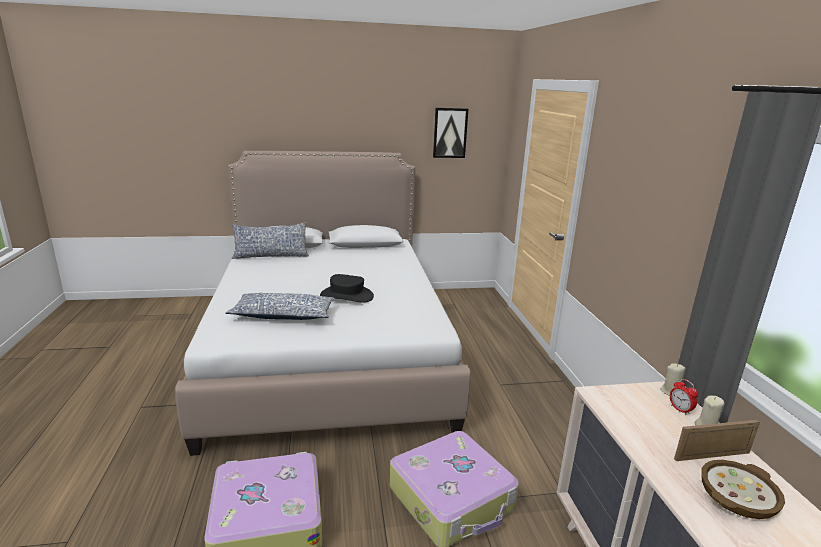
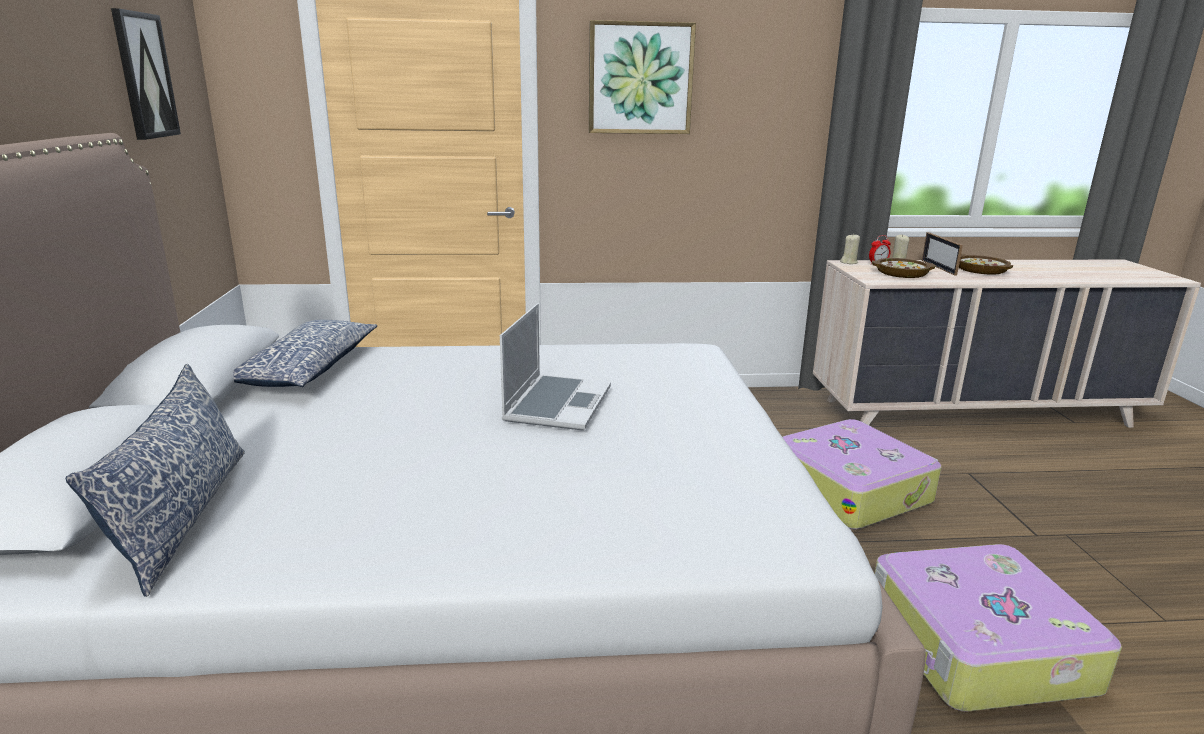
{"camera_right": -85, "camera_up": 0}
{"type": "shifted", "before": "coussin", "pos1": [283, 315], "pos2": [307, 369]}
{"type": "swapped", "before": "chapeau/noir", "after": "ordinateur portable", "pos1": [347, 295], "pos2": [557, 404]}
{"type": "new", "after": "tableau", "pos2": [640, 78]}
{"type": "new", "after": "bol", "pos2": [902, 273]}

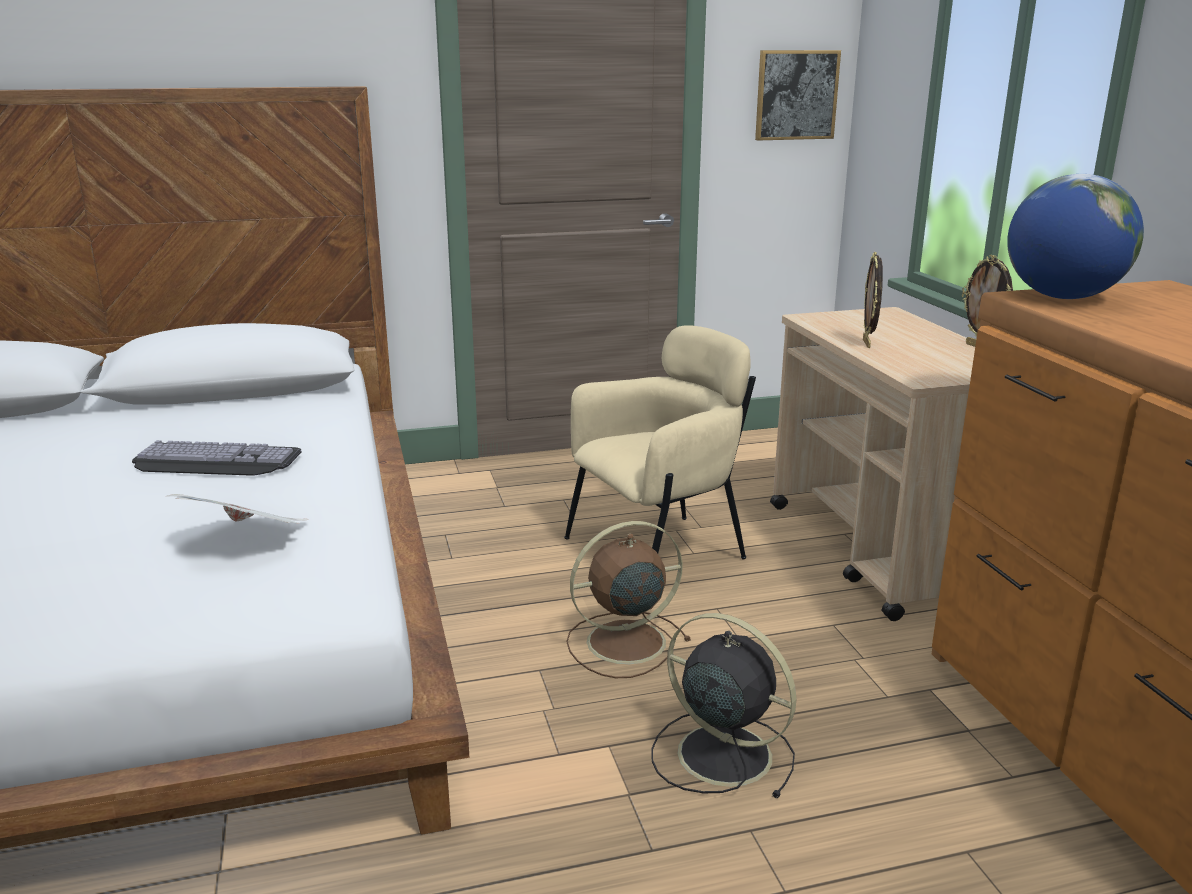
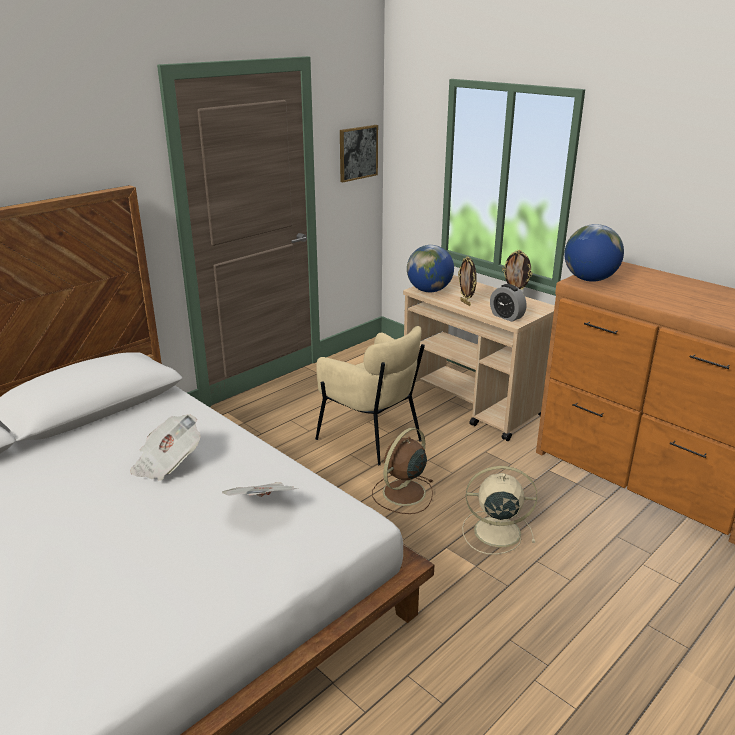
{"camera_right": -30, "camera_up": 5}
{"type": "swapped", "before": "clavier", "after": "journal", "pos1": [212, 461], "pos2": [167, 463]}
{"type": "rotated", "before": "fauteuil/beige", "pos1": [659, 553], "pos2": [372, 437], "turn": 105}
{"type": "repainted", "before": "ventilateur/noir", "after": "ventilateur/beige", "pos1": [720, 753], "pos2": [495, 531]}
{"type": "new", "after": "globe", "pos2": [429, 290]}
{"type": "new", "after": "réveil", "pos2": [506, 316]}

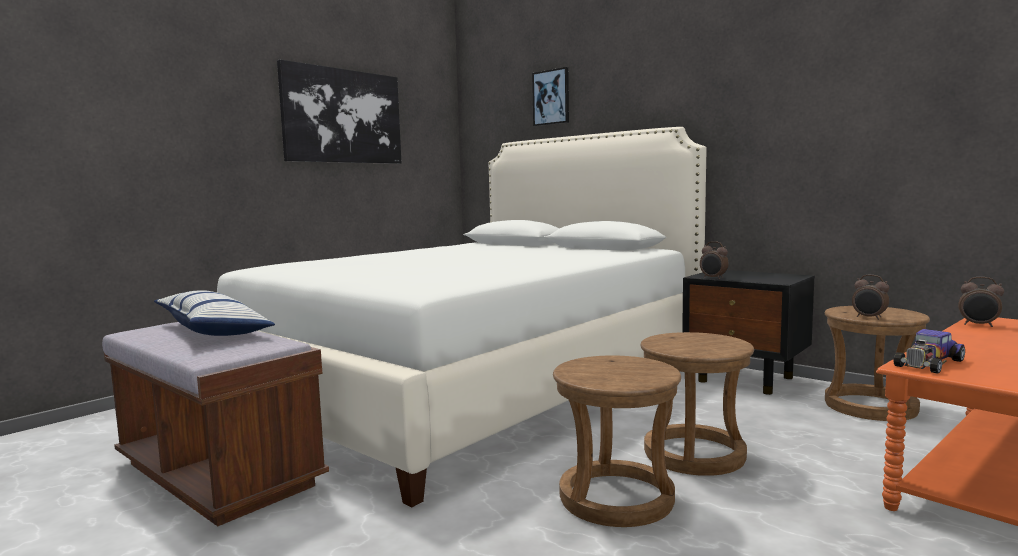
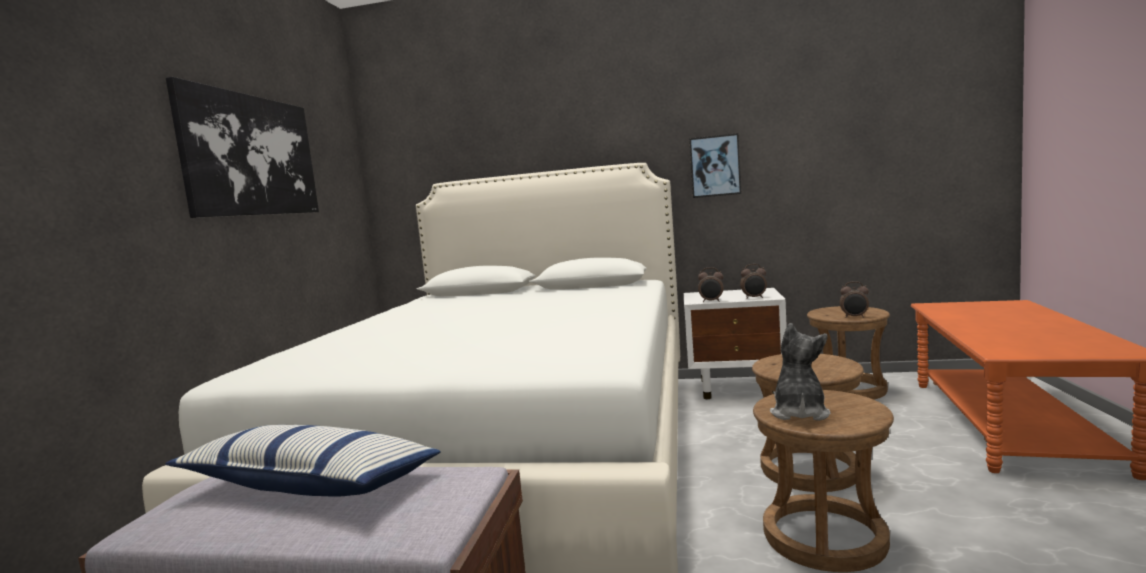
{"camera_right": -30, "camera_up": 0}
{"type": "shifted", "before": "tableau", "pos1": [551, 97], "pos2": [715, 166]}
{"type": "repainted", "before": "table de chevet/noir", "after": "table de chevet/blanc", "pos1": [747, 379], "pos2": [737, 388]}
{"type": "gone", "before": "petite voiture", "pos1": [928, 363]}
{"type": "shifted", "before": "réveil", "pos1": [978, 325], "pos2": [754, 298]}
{"type": "new", "after": "peluche", "pos2": [799, 413]}

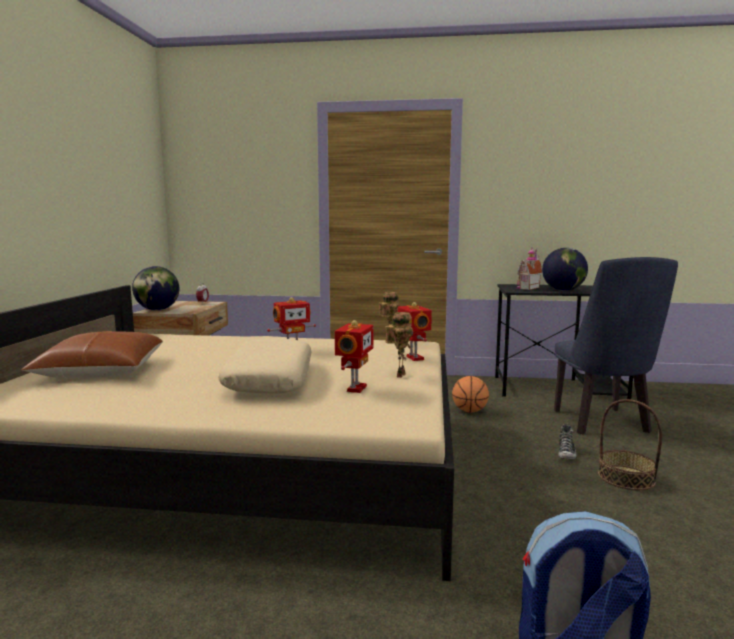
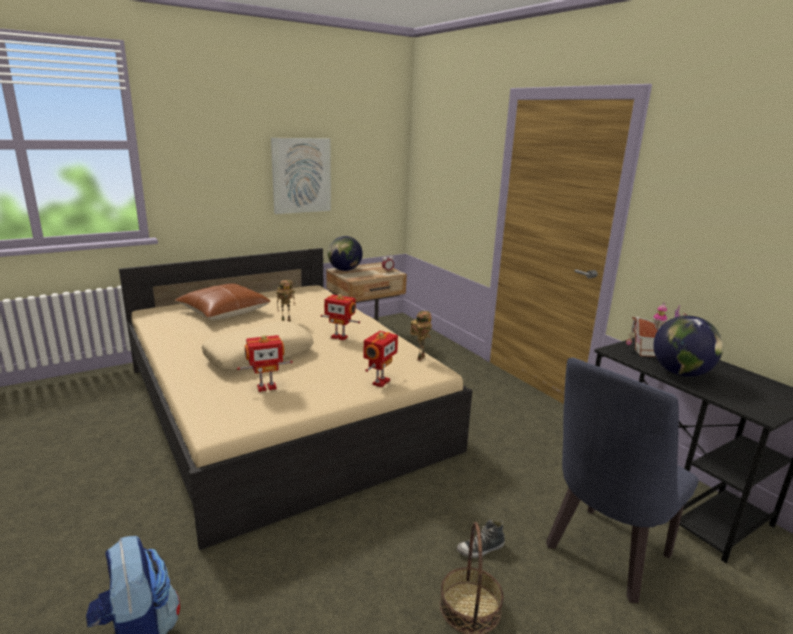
{"camera_right": 50, "camera_up": 10}
{"type": "shifted", "before": "robot jouet", "pos1": [399, 375], "pos2": [286, 321]}
{"type": "gone", "before": "ballon de basket", "pos1": [469, 411]}
{"type": "new", "after": "tableau", "pos2": [301, 175]}

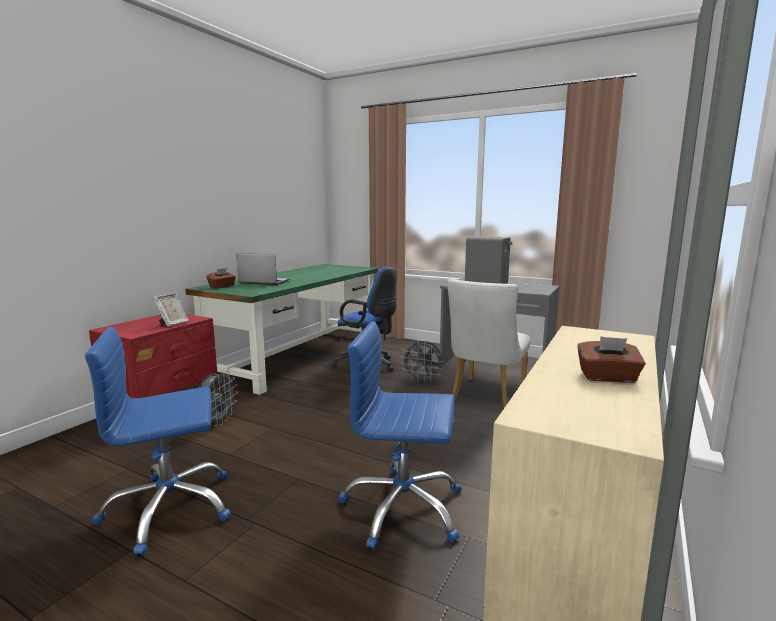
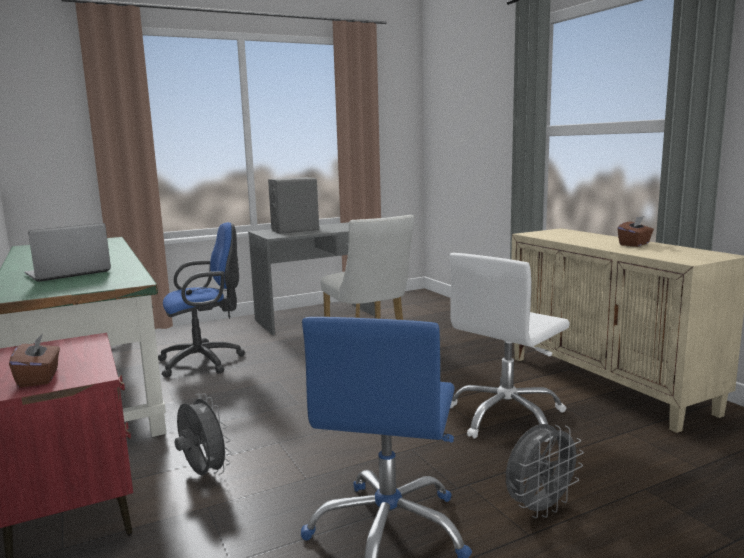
{"camera_right": -55, "camera_up": 0}
{"type": "gone", "before": "cadre photo", "pos1": [172, 324]}
{"type": "shifted", "before": "boîte à mouchoirs/marron", "pos1": [222, 287], "pos2": [39, 378]}
{"type": "repainted", "before": "chaise de bureau/bleu", "after": "chaise de bureau/blanc", "pos1": [402, 508], "pos2": [506, 417]}
{"type": "shifted", "before": "ventilateur/gris", "pos1": [423, 381], "pos2": [540, 508]}

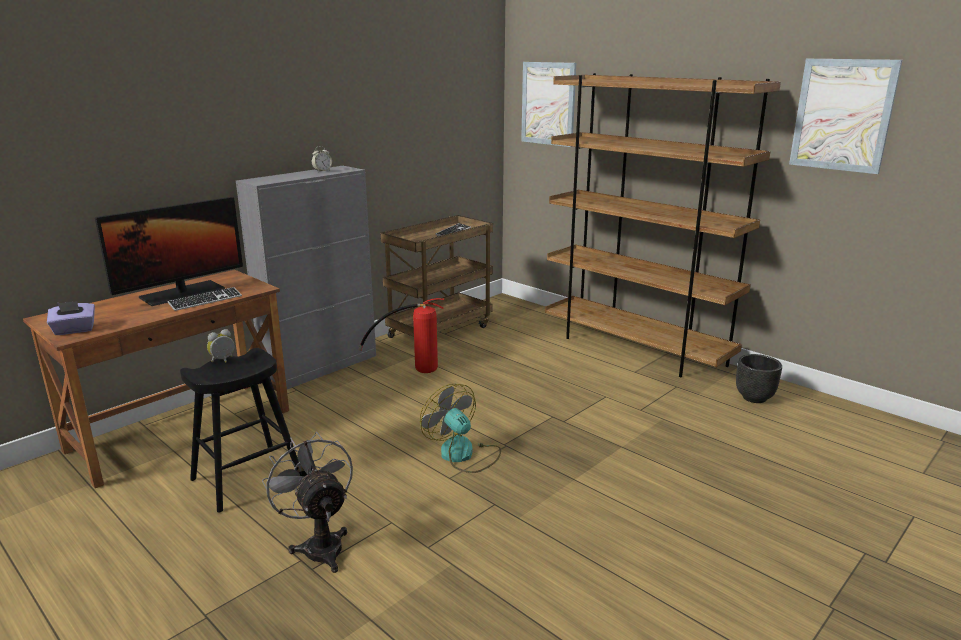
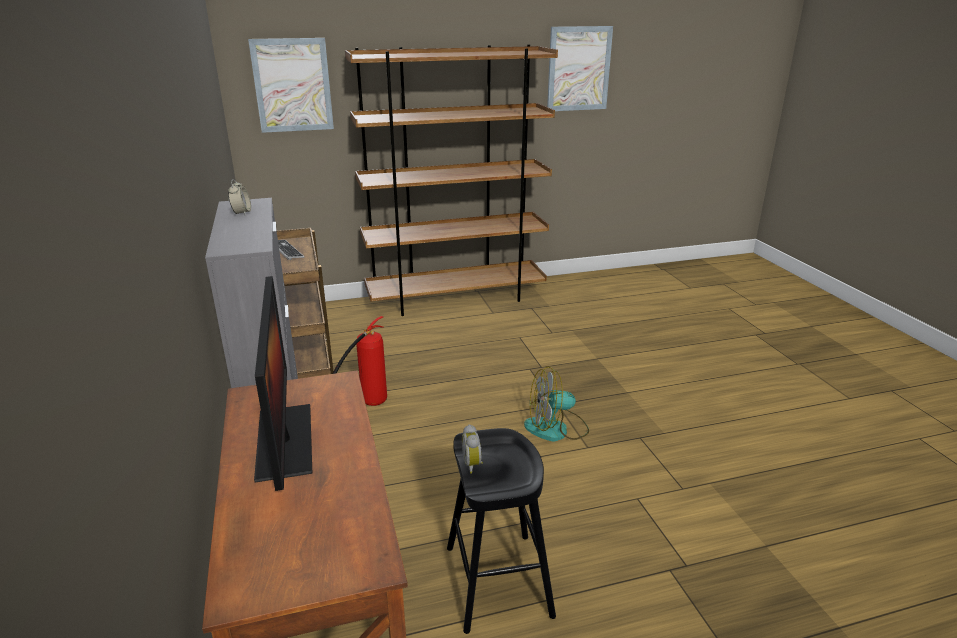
{"camera_right": -60, "camera_up": 5}
{"type": "gone", "before": "boîte à mouchoirs/violet", "pos1": [74, 330]}
{"type": "gone", "before": "clavier", "pos1": [205, 300]}
{"type": "gone", "before": "ventilateur/gris", "pos1": [320, 545]}
{"type": "gone", "before": "cache-pot/noir", "pos1": [753, 397]}

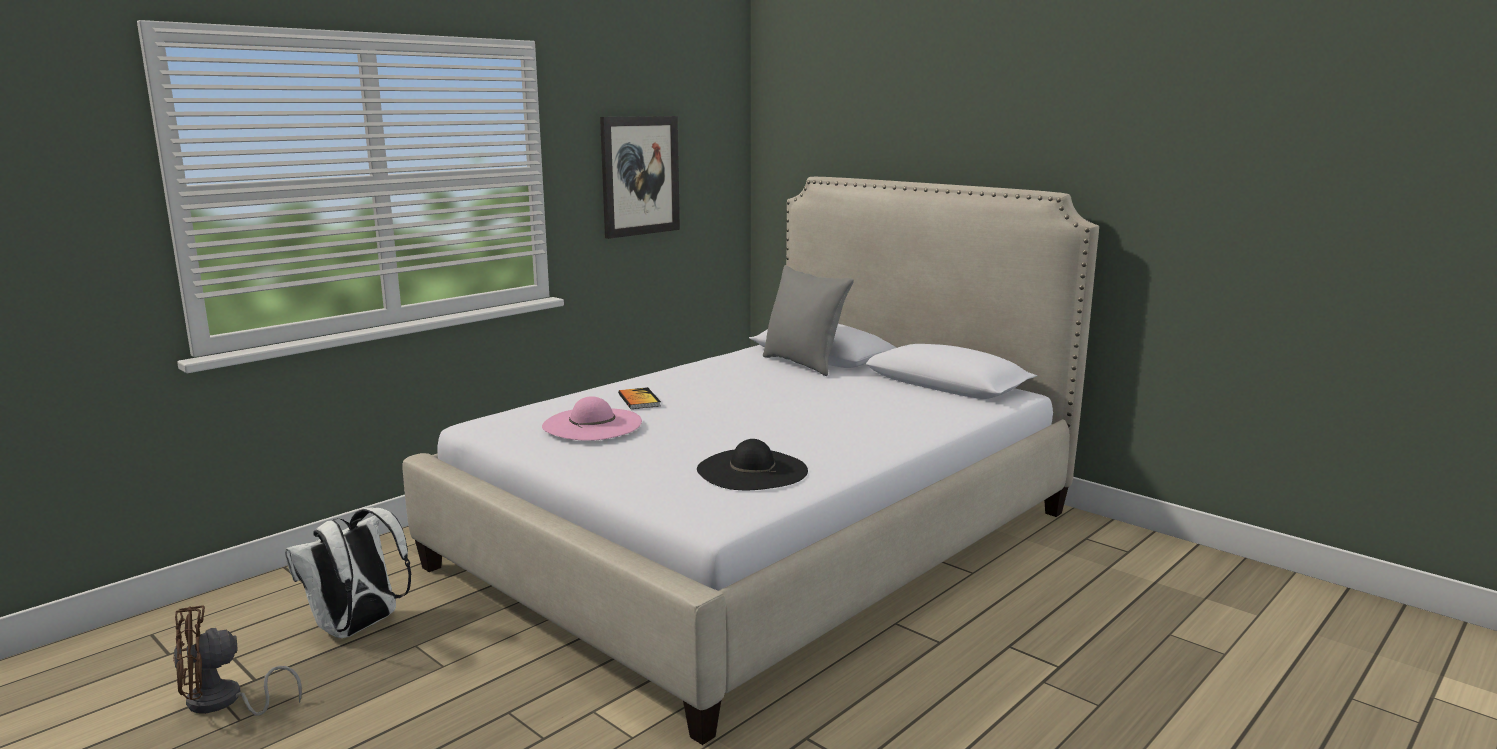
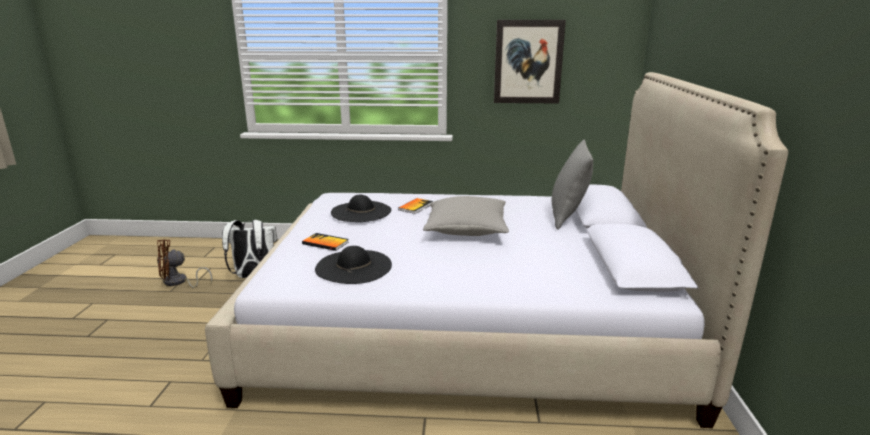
{"camera_right": 50, "camera_up": 5}
{"type": "rotated", "before": "ventilateur/marron", "pos1": [223, 703], "pos2": [179, 282], "turn": -45}
{"type": "repainted", "before": "chapeau/rose", "after": "chapeau/noir", "pos1": [592, 424], "pos2": [361, 211]}
{"type": "new", "after": "livre", "pos2": [325, 243]}
{"type": "new", "after": "coussin/gris", "pos2": [466, 229]}

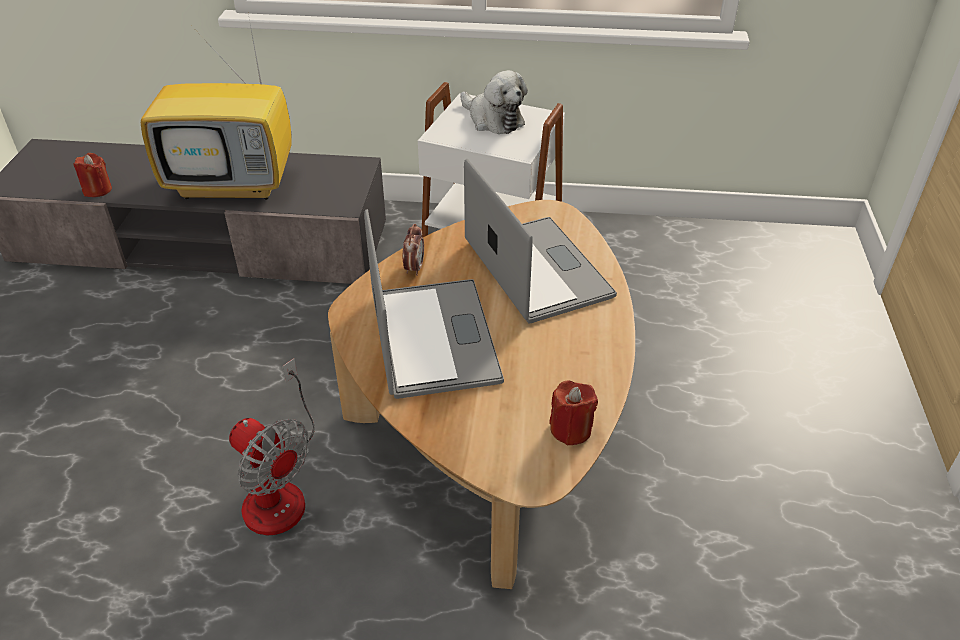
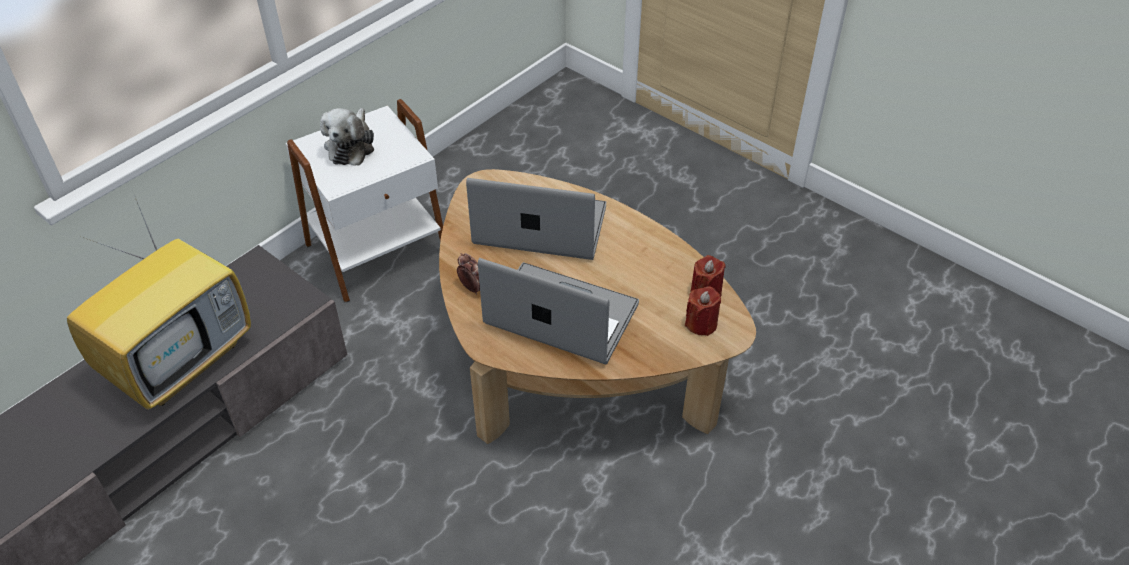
{"camera_right": -55, "camera_up": 5}
{"type": "shifted", "before": "bougie/rouge", "pos1": [97, 190], "pos2": [701, 324]}
{"type": "gone", "before": "ventilateur", "pos1": [279, 489]}
{"type": "rotated", "before": "peluche", "pos1": [493, 119], "pos2": [351, 146], "turn": 105}

